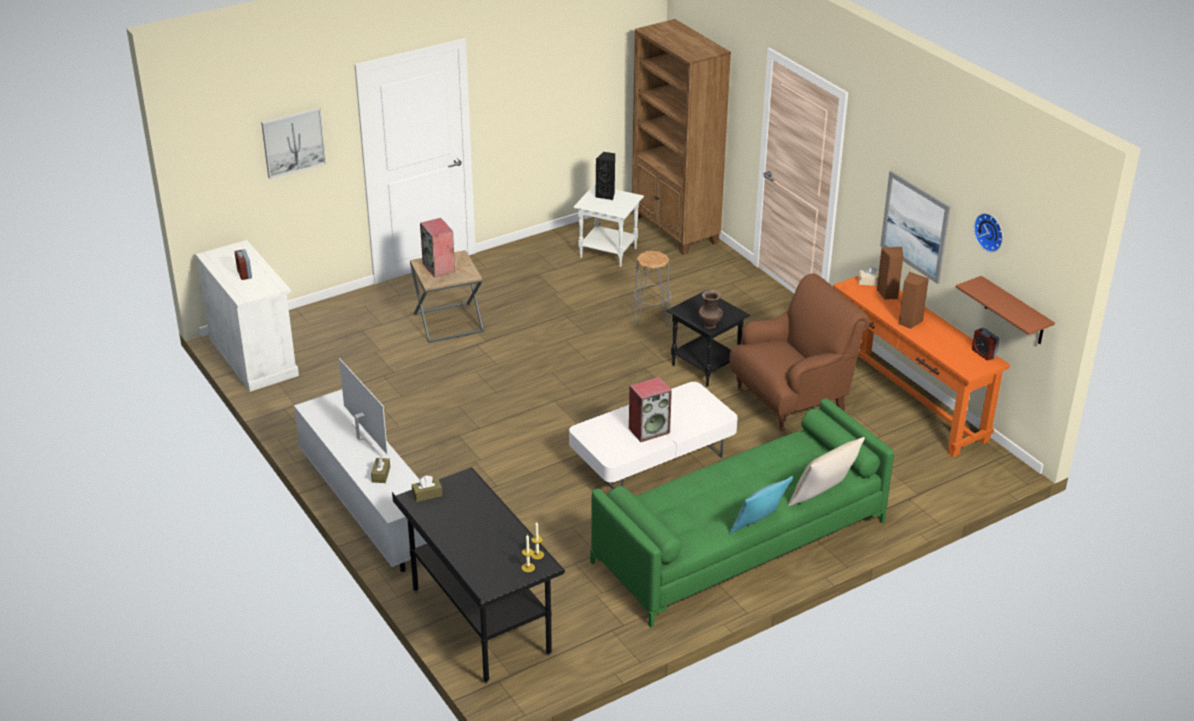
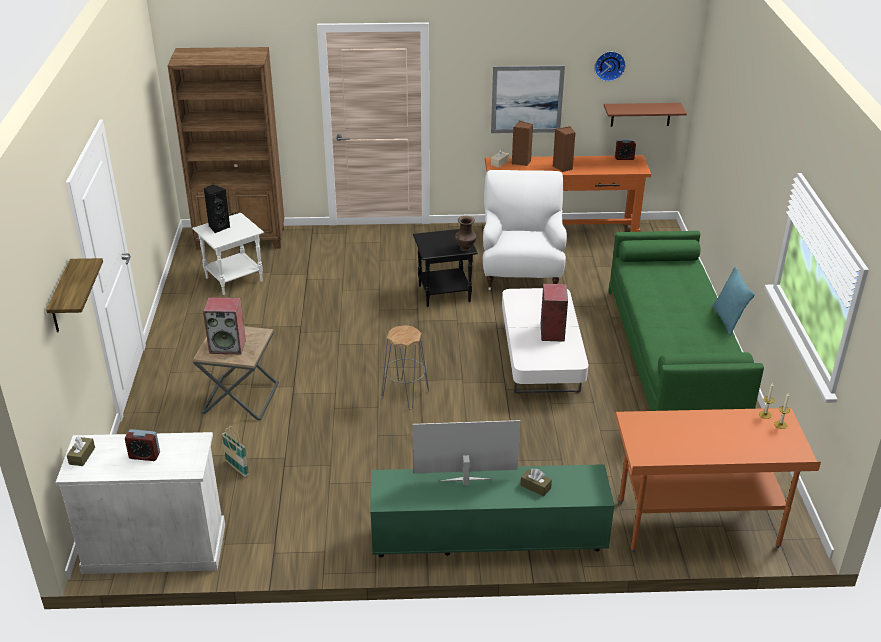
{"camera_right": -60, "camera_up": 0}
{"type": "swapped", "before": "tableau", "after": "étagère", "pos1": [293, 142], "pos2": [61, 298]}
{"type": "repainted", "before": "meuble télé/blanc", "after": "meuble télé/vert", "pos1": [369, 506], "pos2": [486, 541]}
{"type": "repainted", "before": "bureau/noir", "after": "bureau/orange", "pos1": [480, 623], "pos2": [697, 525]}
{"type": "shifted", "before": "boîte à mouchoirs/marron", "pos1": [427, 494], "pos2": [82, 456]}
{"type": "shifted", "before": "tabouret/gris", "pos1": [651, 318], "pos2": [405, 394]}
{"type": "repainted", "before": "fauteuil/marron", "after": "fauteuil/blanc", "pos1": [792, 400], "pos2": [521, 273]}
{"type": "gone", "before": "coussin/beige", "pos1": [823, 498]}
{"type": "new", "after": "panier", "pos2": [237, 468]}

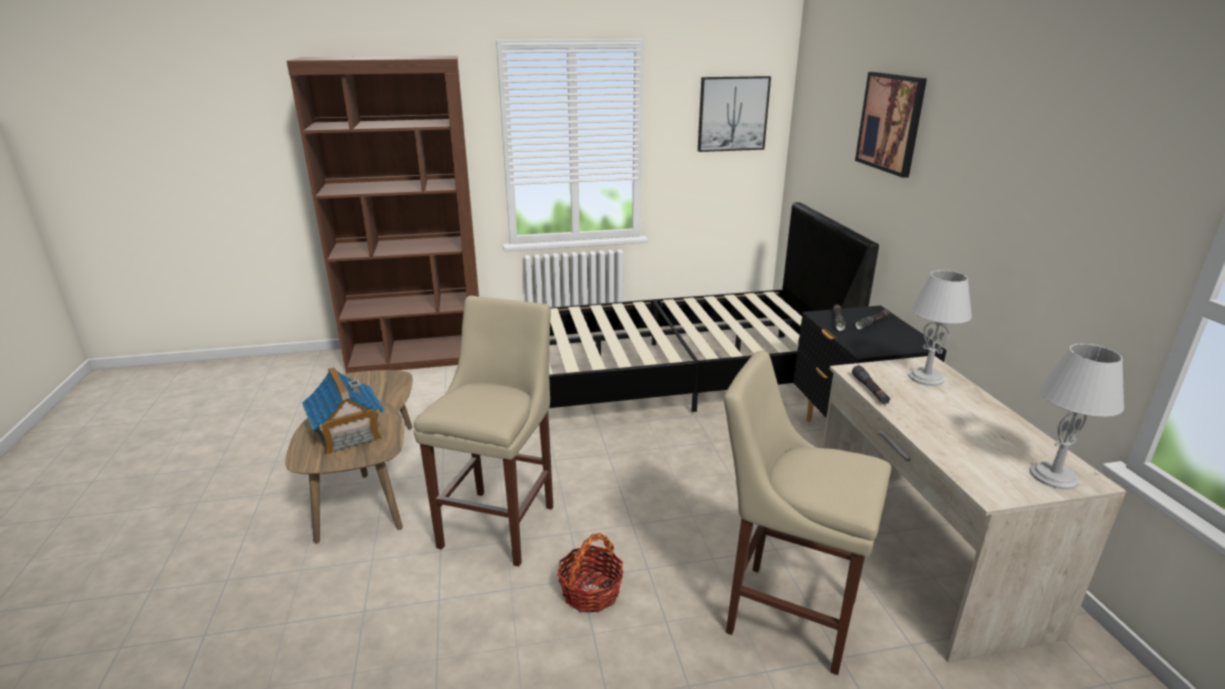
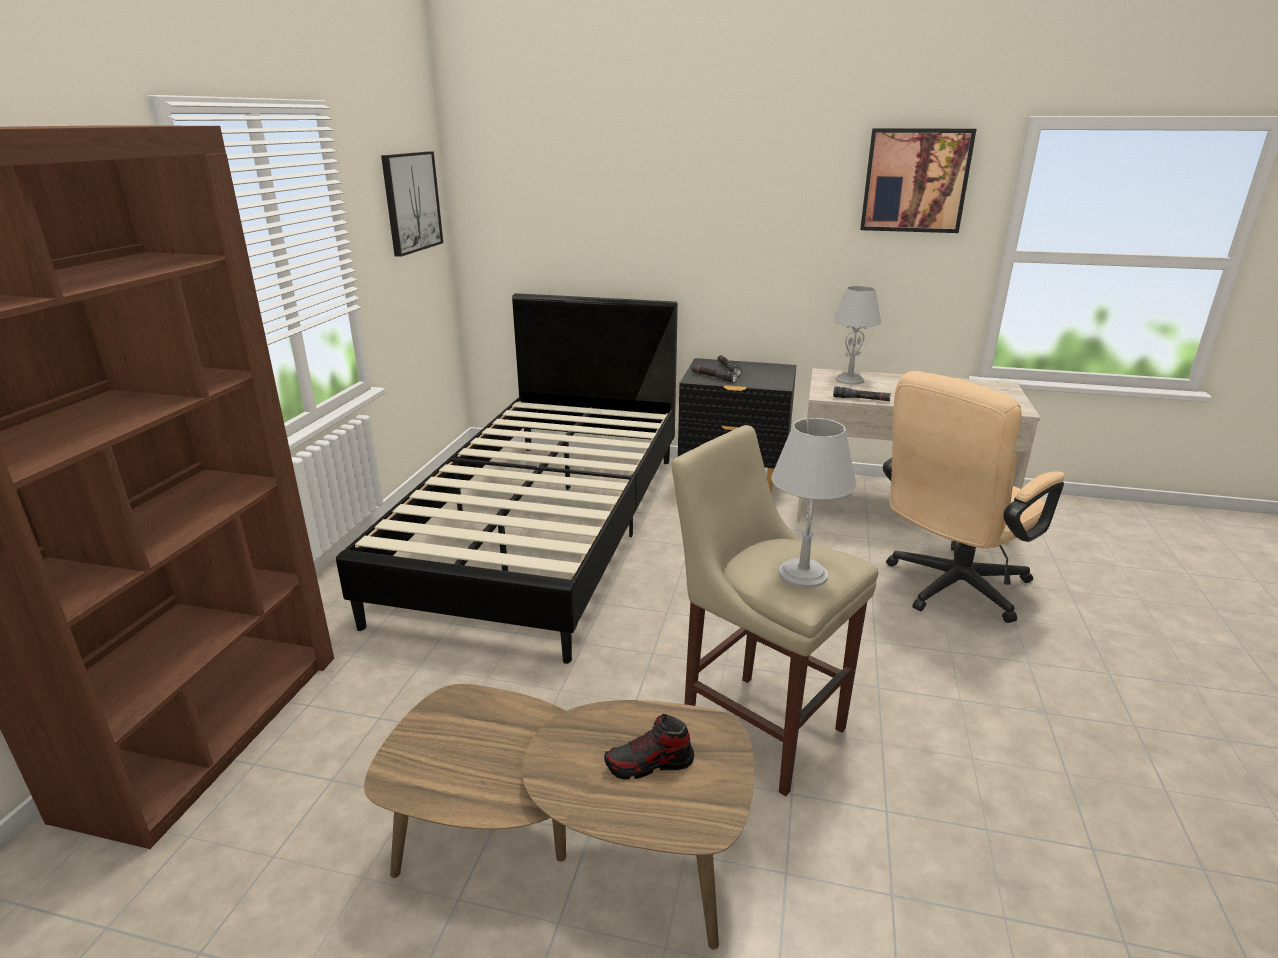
{"camera_right": -65, "camera_up": 0}
{"type": "swapped", "before": "maison miniature", "after": "chaussure", "pos1": [348, 435], "pos2": [649, 764]}
{"type": "gone", "before": "panier", "pos1": [591, 592]}
{"type": "swapped", "before": "tabouret/beige", "after": "chaise de bureau/beige", "pos1": [784, 612], "pos2": [949, 589]}
{"type": "shifted", "before": "tableau", "pos1": [890, 123], "pos2": [915, 180]}
{"type": "shifted", "before": "lampe de table/gris", "pos1": [1054, 476], "pos2": [803, 574]}

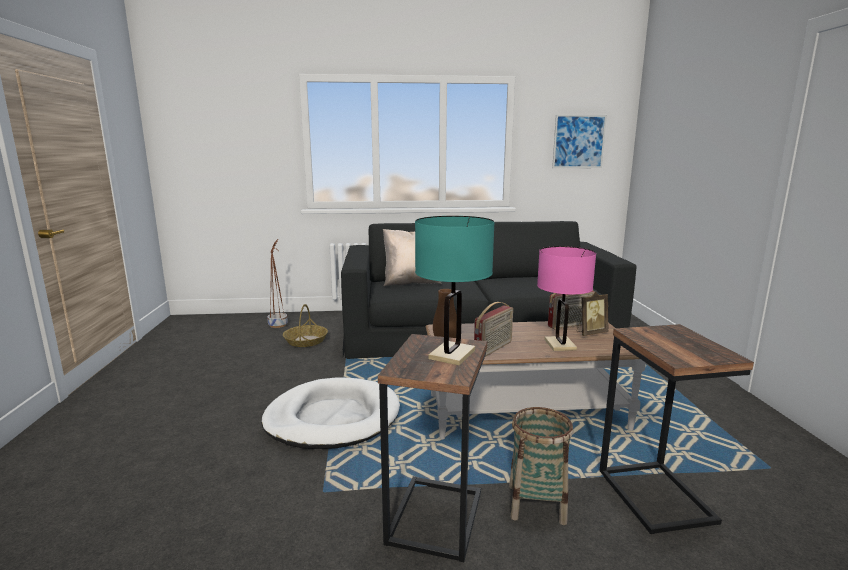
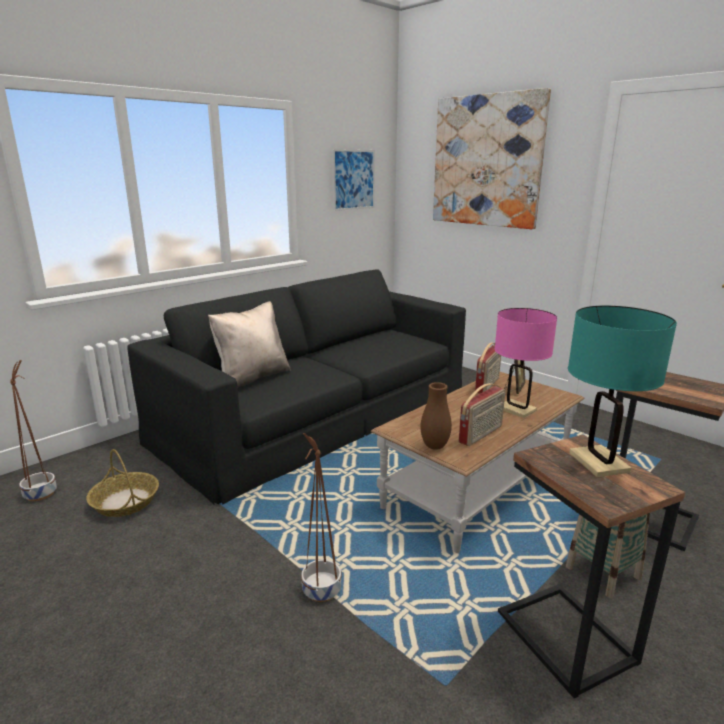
{"camera_right": -40, "camera_up": 5}
{"type": "swapped", "before": "panier pour chien/blanc", "after": "cache-pot/marron", "pos1": [332, 418], "pos2": [320, 590]}
{"type": "rotated", "before": "radio", "pos1": [493, 349], "pos2": [481, 434], "turn": 45}
{"type": "new", "after": "tableau", "pos2": [486, 161]}

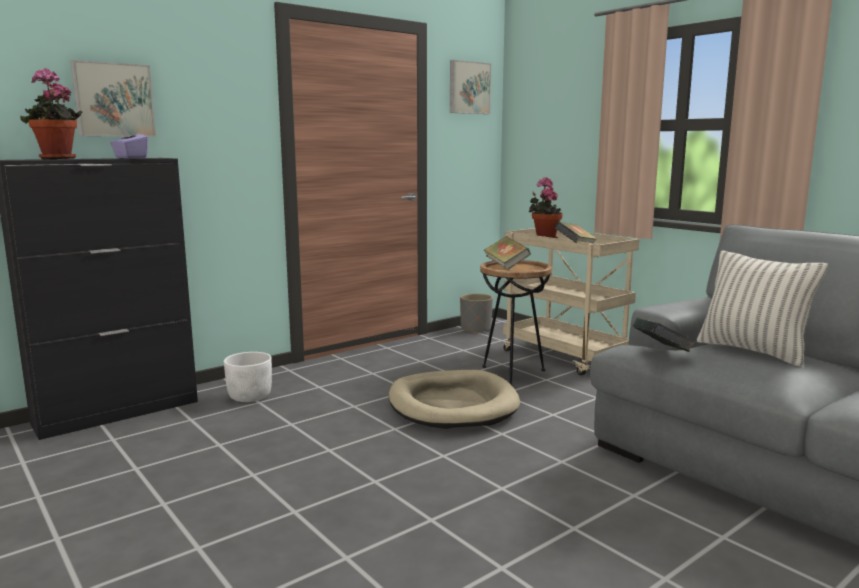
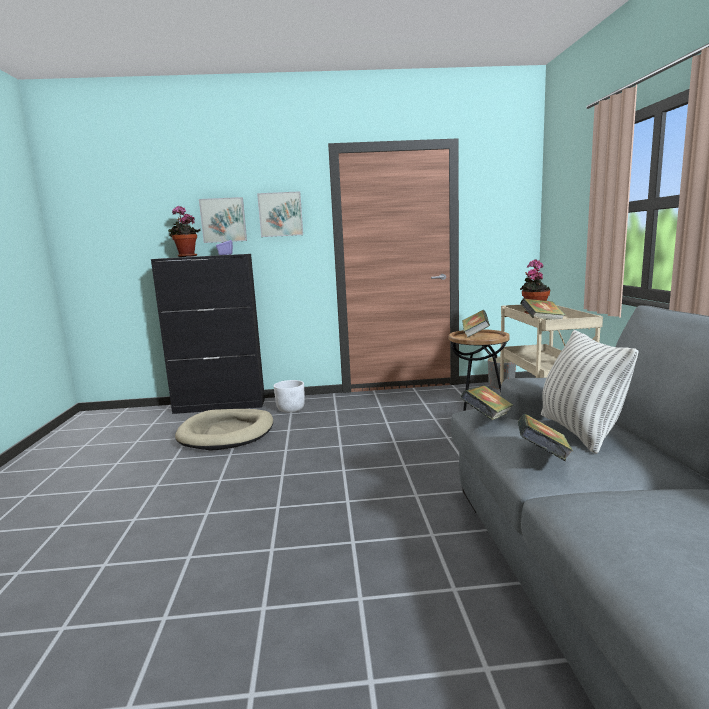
{"camera_right": 35, "camera_up": 0}
{"type": "shifted", "before": "panier pour chien/beige", "pos1": [452, 405], "pos2": [227, 433]}
{"type": "shifted", "before": "tableau", "pos1": [468, 88], "pos2": [280, 214]}
{"type": "new", "after": "livre", "pos2": [542, 456]}

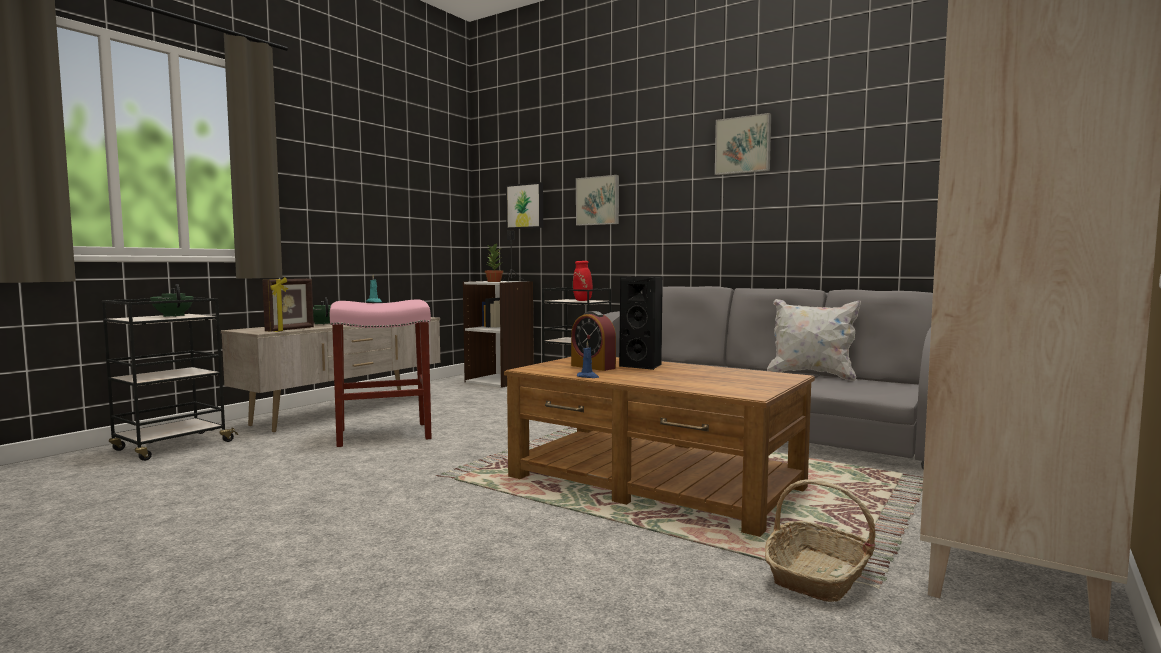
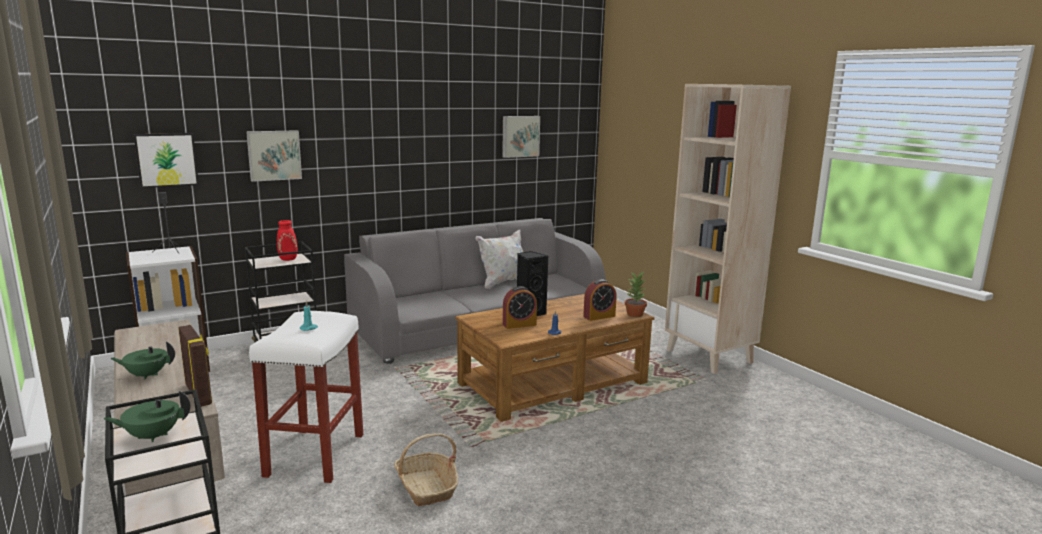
{"camera_right": -65, "camera_up": 10}
{"type": "repainted", "before": "tabouret/rose", "after": "tabouret/blanc", "pos1": [385, 434], "pos2": [315, 454]}
{"type": "shifted", "before": "plante en pot", "pos1": [494, 281], "pos2": [635, 314]}
{"type": "shifted", "before": "tableau", "pos1": [743, 145], "pos2": [520, 136]}
{"type": "shifted", "before": "panier", "pos1": [818, 576], "pos2": [426, 487]}
{"type": "new", "after": "réveil", "pos2": [599, 316]}

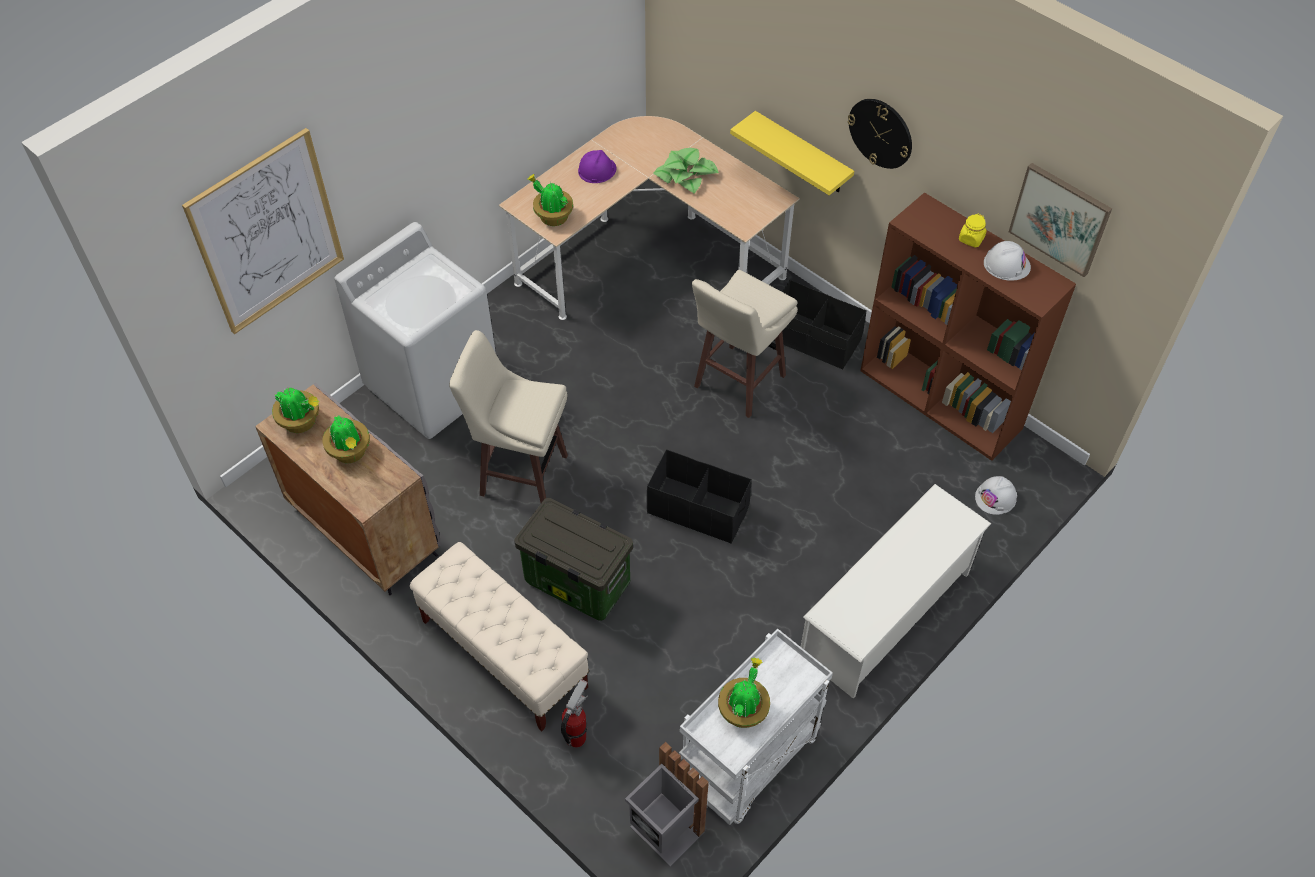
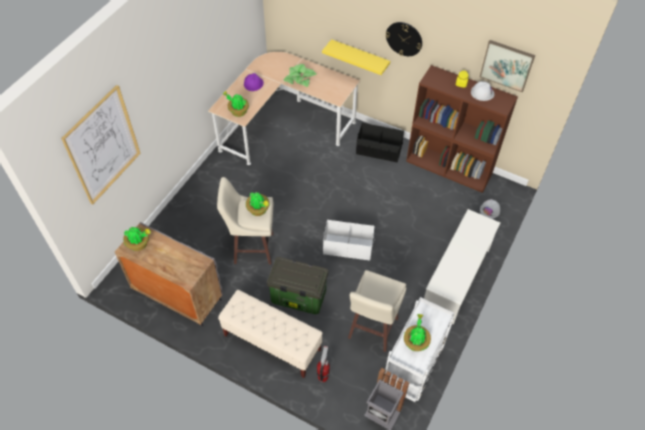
{"camera_right": -15, "camera_up": 0}
{"type": "shifted", "before": "plante en pot", "pos1": [350, 452], "pos2": [258, 210]}
{"type": "gone", "before": "lave-linge/blanc", "pos1": [433, 386]}
{"type": "repainted", "before": "boîte de rangement/noir", "after": "boîte de rangement/blanc", "pos1": [698, 509], "pos2": [348, 247]}
{"type": "shifted", "before": "tabouret/beige", "pos1": [737, 382], "pos2": [372, 329]}

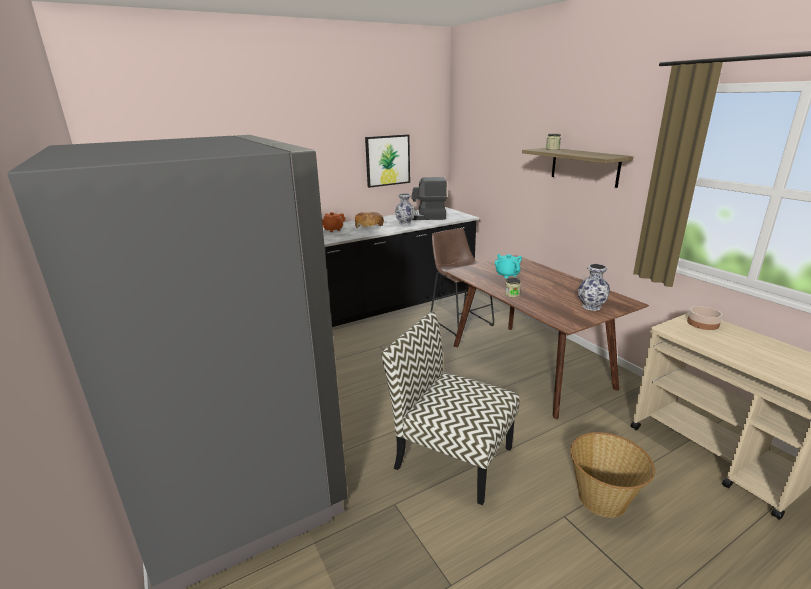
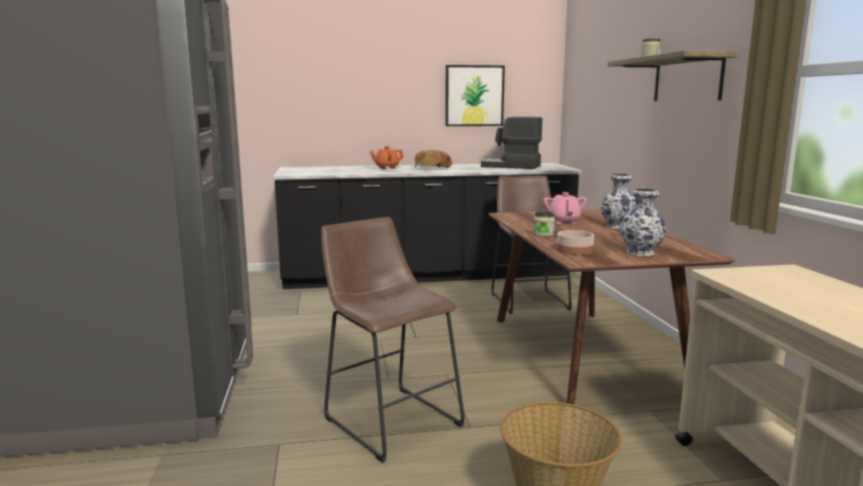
{"camera_right": 20, "camera_up": -10}
{"type": "swapped", "before": "chaise", "after": "tabouret/marron", "pos1": [451, 457], "pos2": [389, 418]}
{"type": "shifted", "before": "vase", "pos1": [404, 223], "pos2": [617, 226]}
{"type": "repainted", "before": "théière/turquoise", "after": "théière/rose", "pos1": [507, 274], "pos2": [564, 221]}
{"type": "shifted", "before": "bol", "pos1": [703, 323], "pos2": [575, 250]}

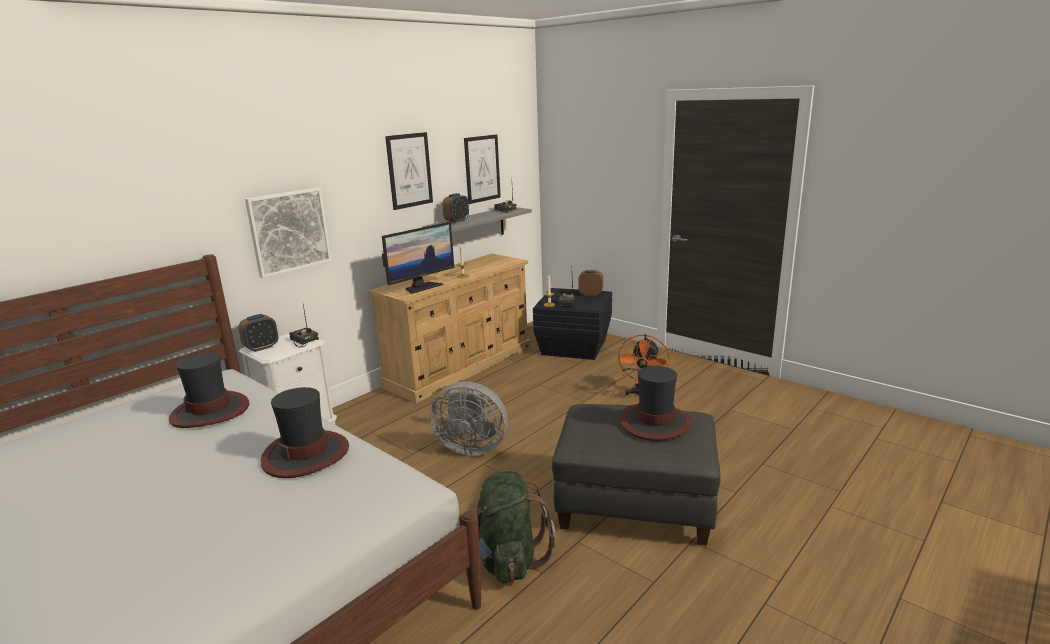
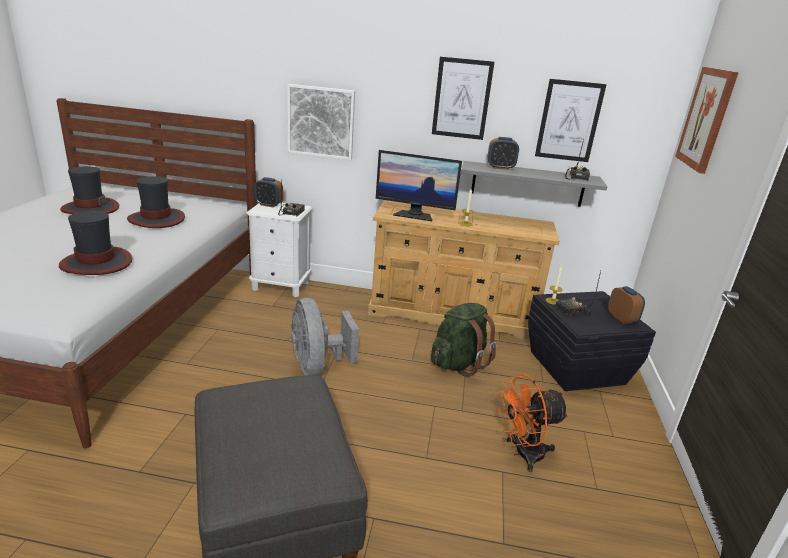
{"camera_right": 55, "camera_up": 5}
{"type": "shifted", "before": "sac à dos/vert", "pos1": [508, 560], "pos2": [458, 363]}
{"type": "shifted", "before": "chapeau", "pos1": [655, 423], "pos2": [90, 208]}
{"type": "new", "after": "tableau", "pos2": [706, 119]}

